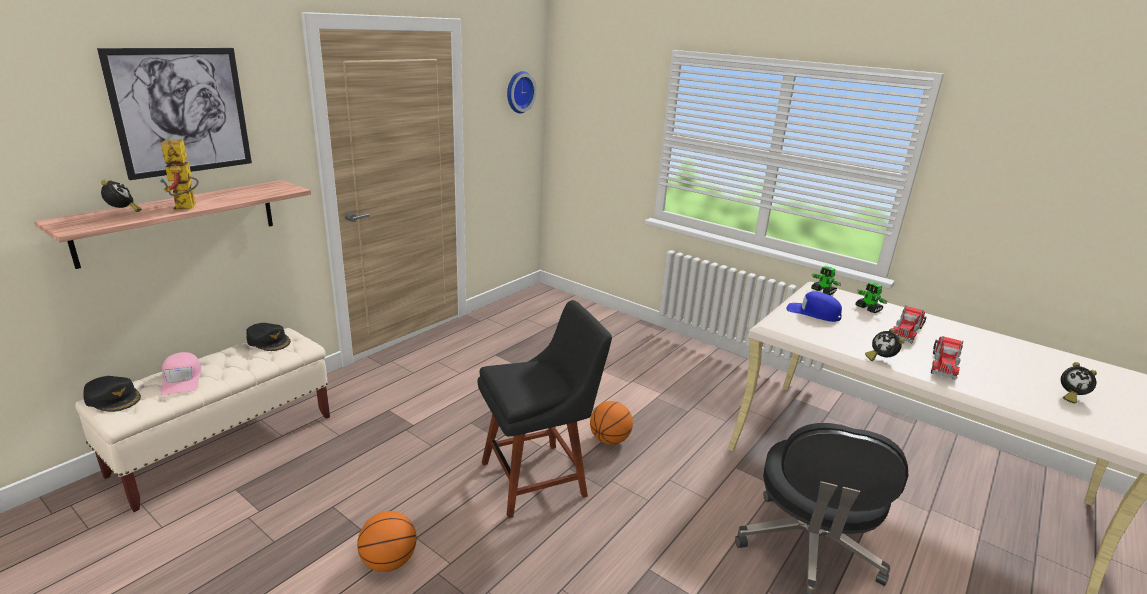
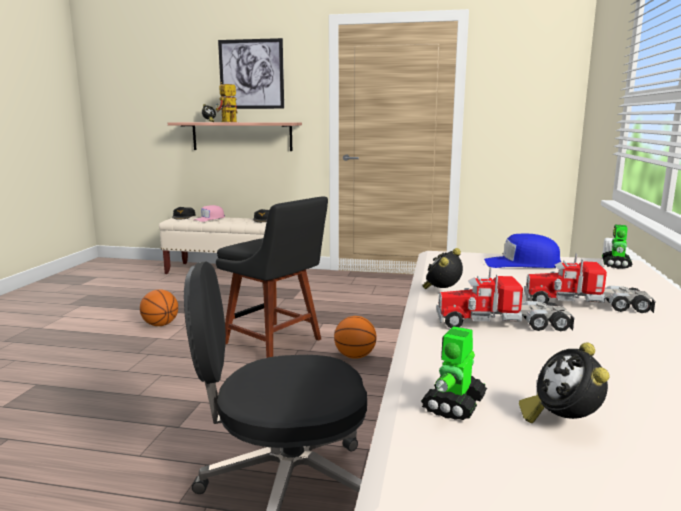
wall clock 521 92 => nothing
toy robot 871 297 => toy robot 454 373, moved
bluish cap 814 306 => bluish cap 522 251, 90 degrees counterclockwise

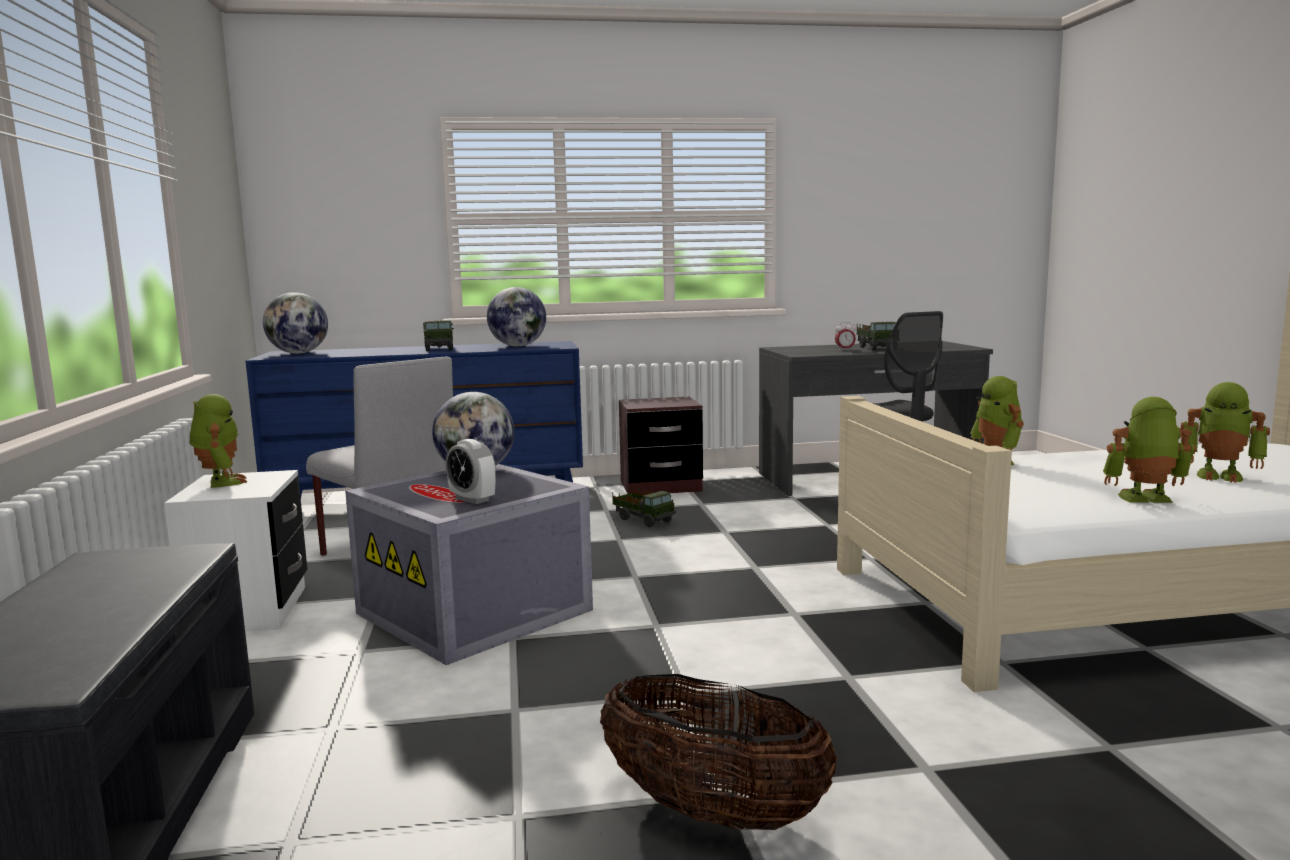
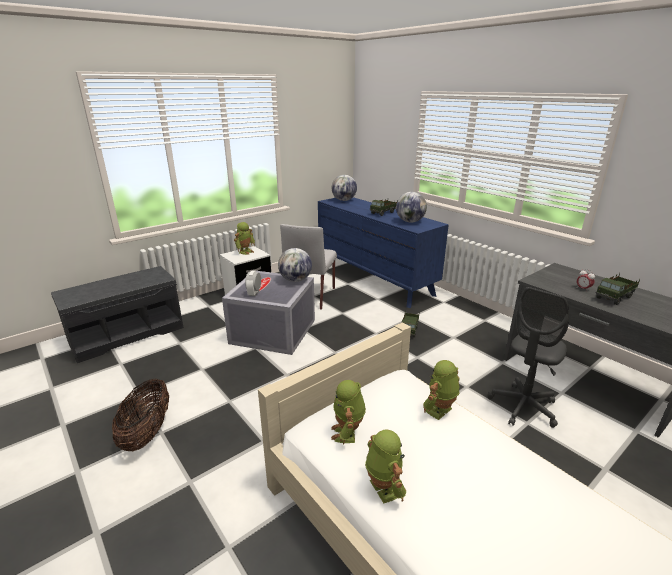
brown-coloured bedside table 661 445 => nothing
toy robot 1225 432 => toy robot 348 412, moved

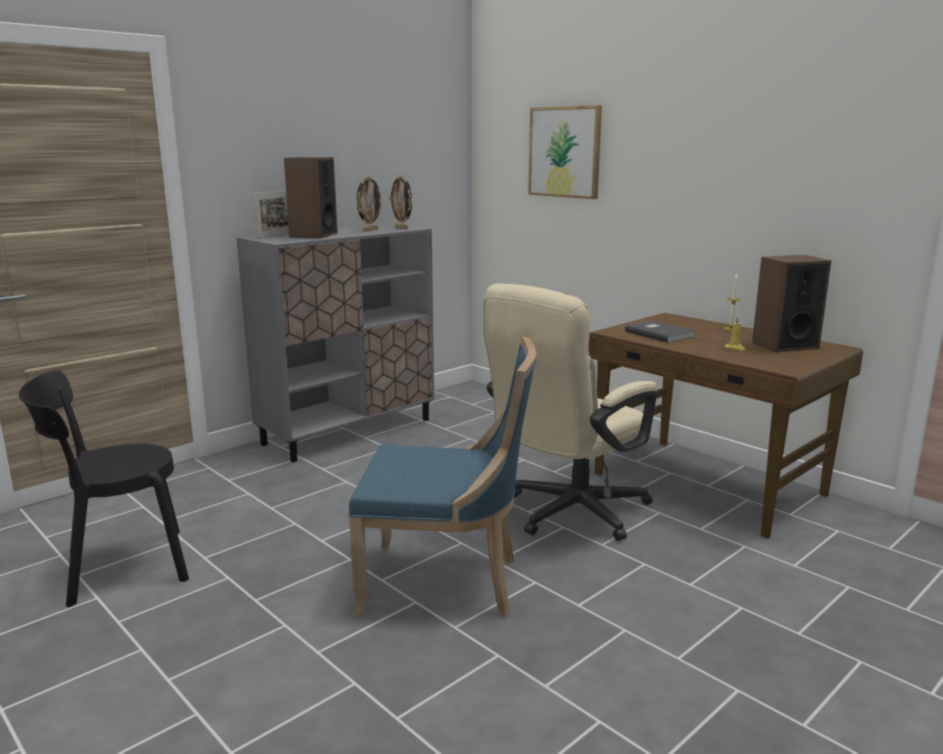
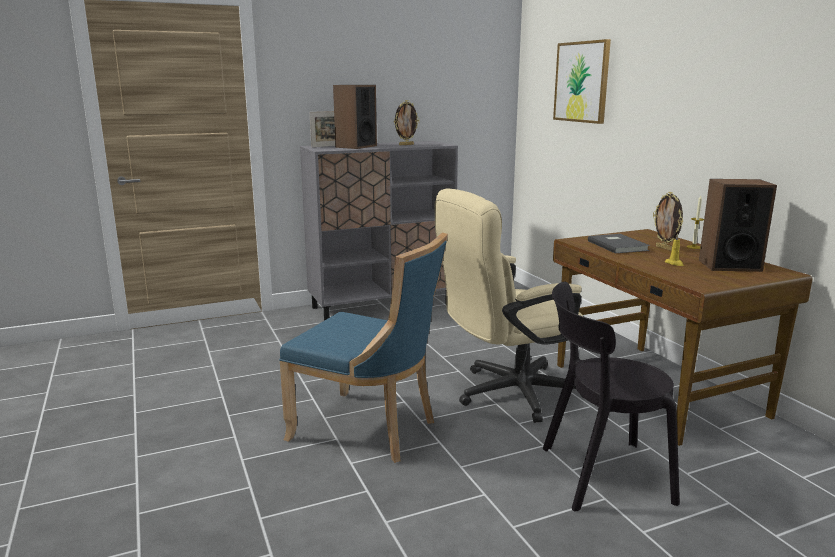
black-coloured upright chair 104 488 => black-coloured upright chair 611 397, moved
photo frame 401 202 => photo frame 668 221, moved

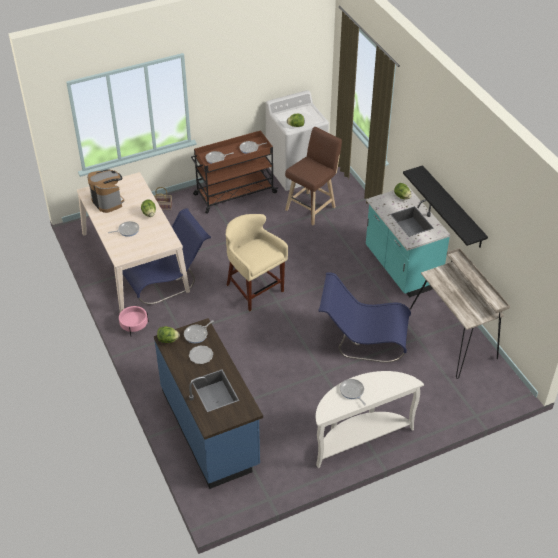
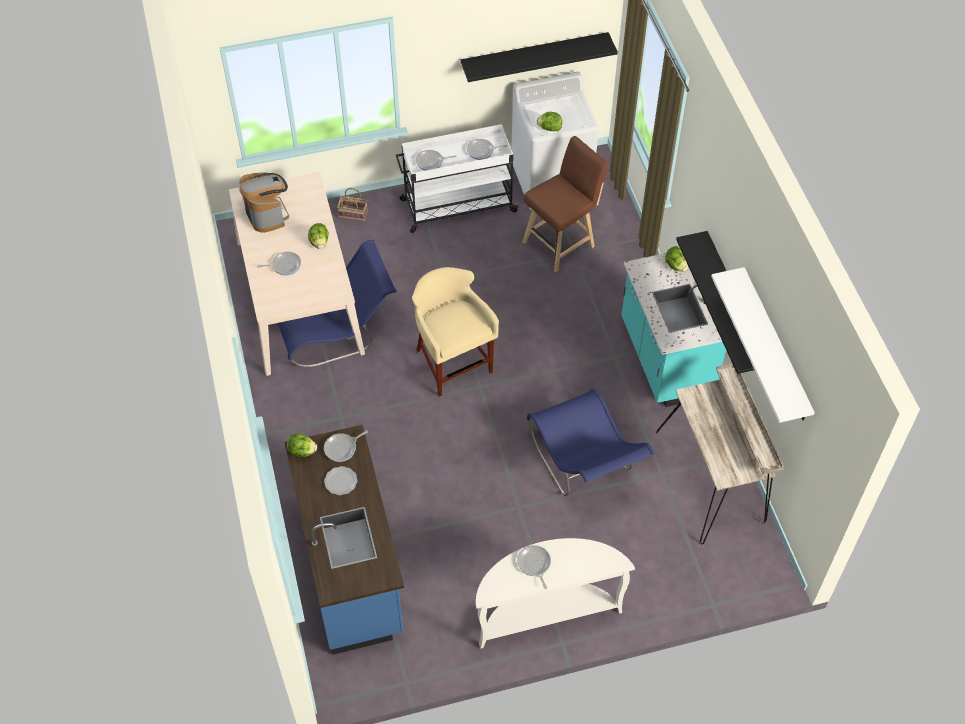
pinkish planter 134 320 => nothing
nothing => black-coloured wall shelf 539 57
nothing => white-coloured wall shelf 763 345
brown-coloured cart 234 172 => white-coloured cart 457 178
bluish upright chair 364 317 => bluish upright chair 591 442, 135 degrees counterclockwise

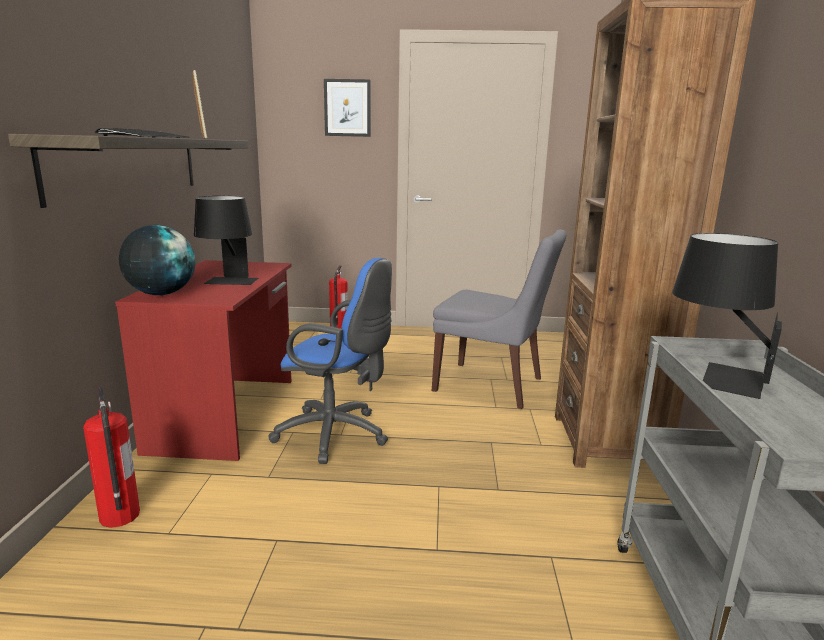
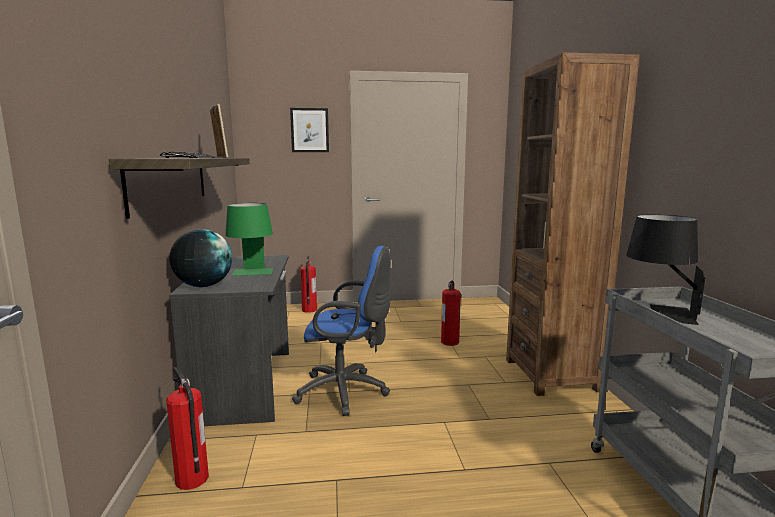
gray upright chair 499 319 => fire-fighting cylinder 451 313
red-coloured desk table 203 360 => gray desk table 229 340
black-coloured lamp for a table 226 240 => green lamp for a table 249 239

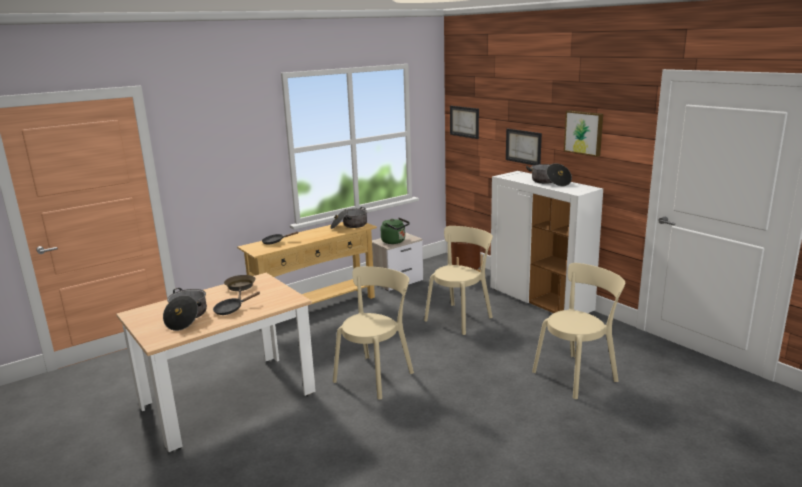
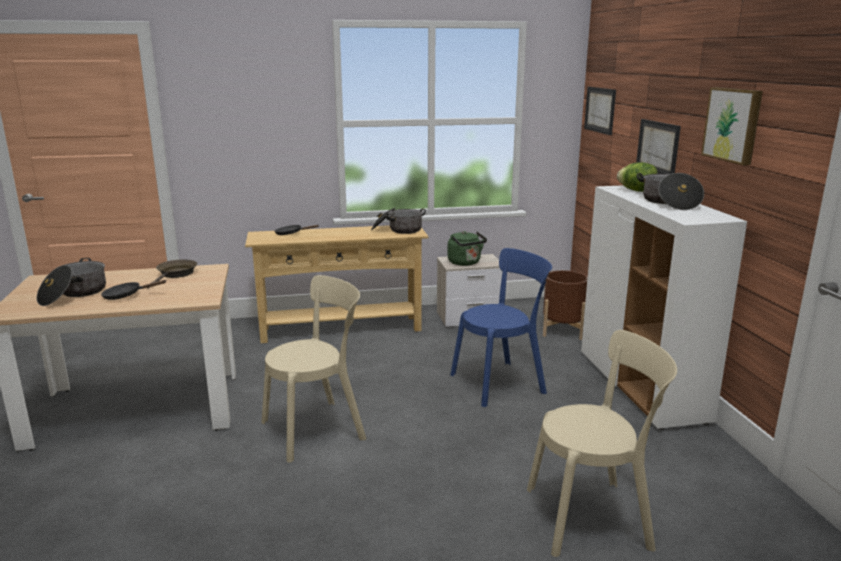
nothing => lettuce head 637 177
beige upright chair 458 280 => bluish upright chair 501 327

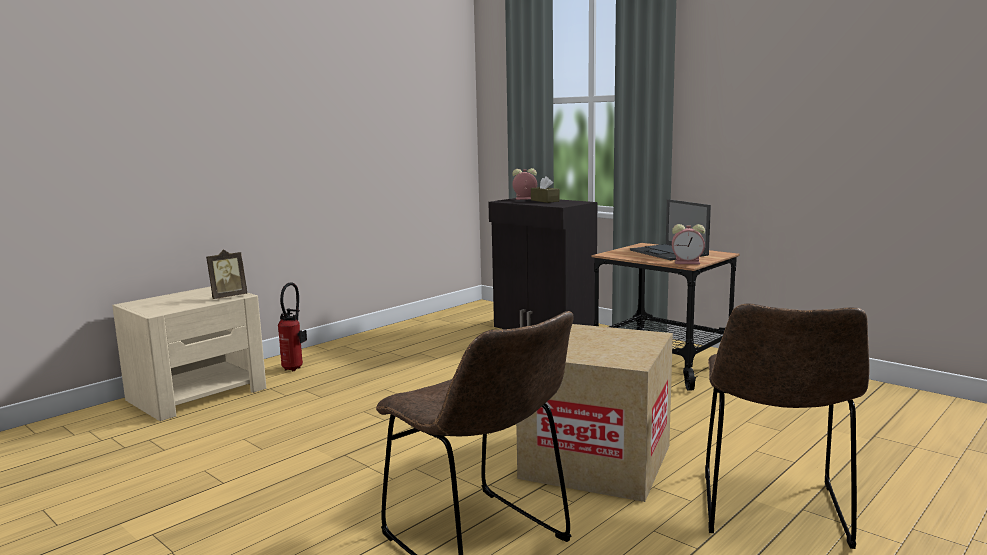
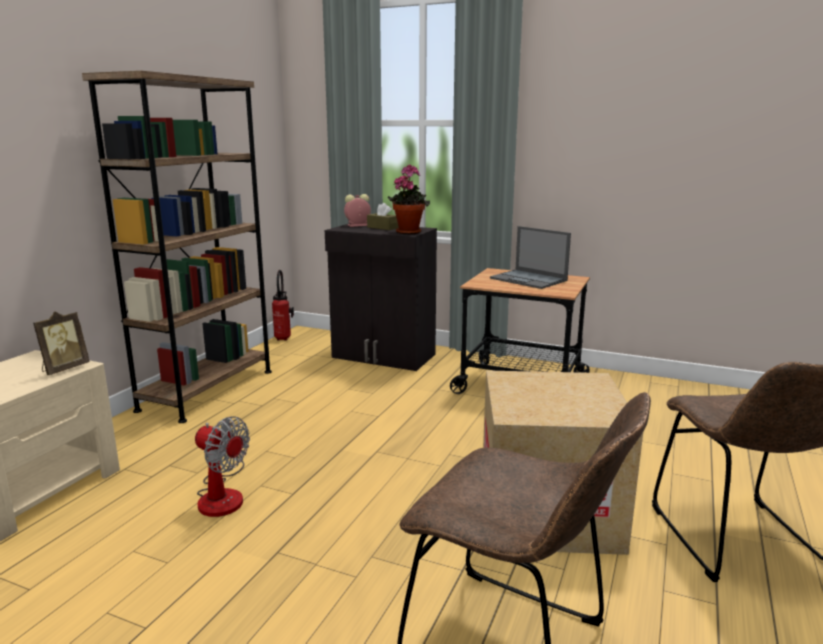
table clock 688 244 => nothing
nothing => brown-coloured shelving unit 177 247
nothing => cooling fan 222 466
nothing => houseplant 409 199
fire-fighting cylinder 292 326 => fire-fighting cylinder 283 305, moved

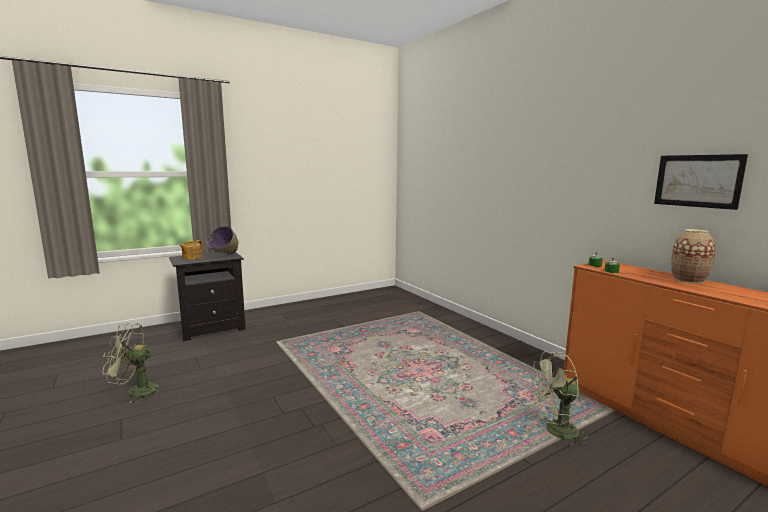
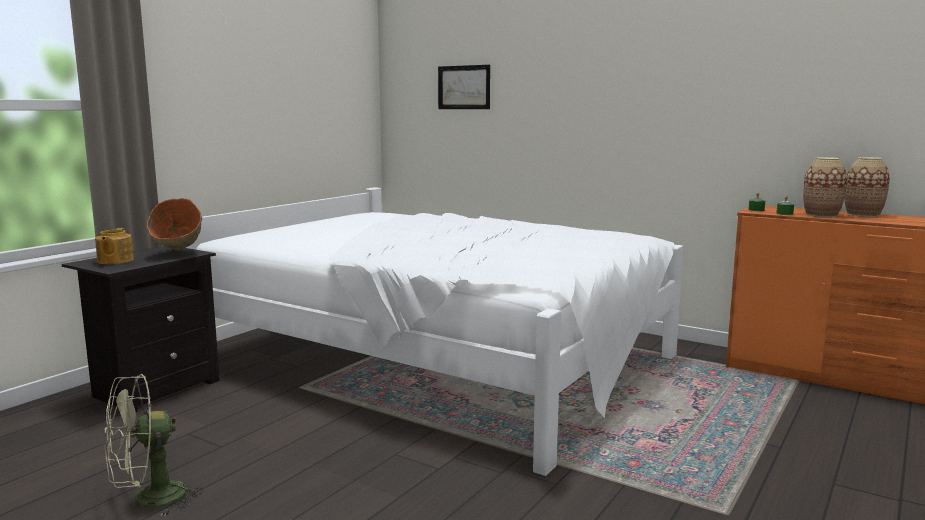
green cooling fan 559 399 => nothing
nothing => white-coloured bed 435 331
nothing => vase 825 187
picture 701 182 => picture 464 87, moved
purple-coloured serving bowl 223 240 => orange-coloured serving bowl 174 224

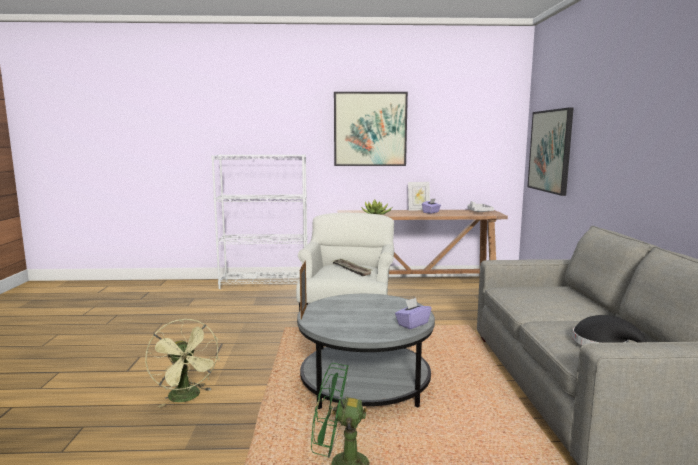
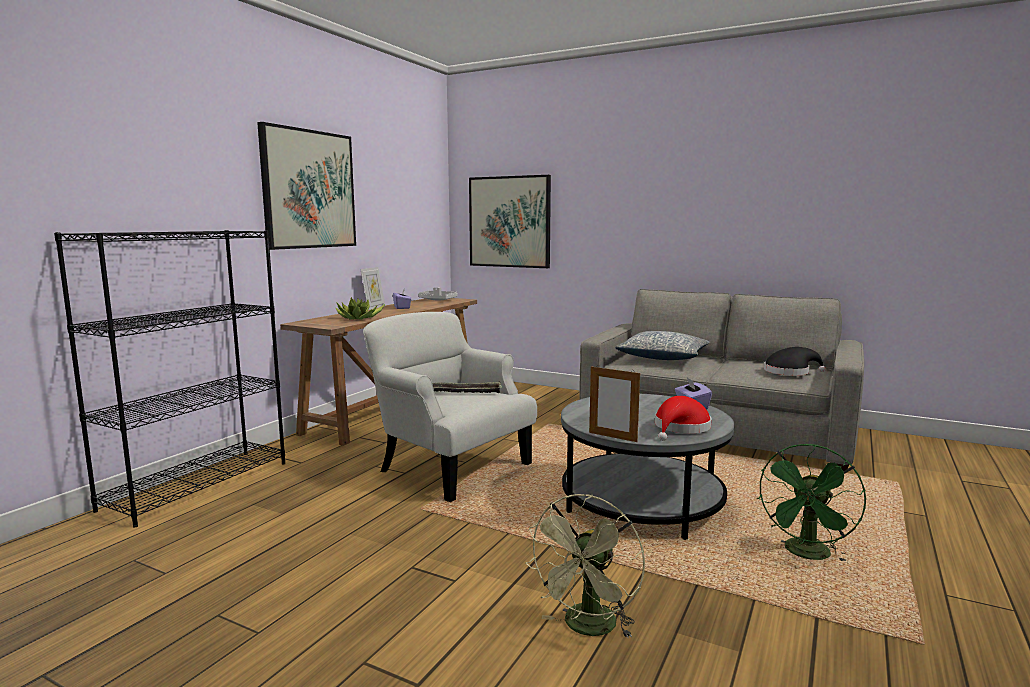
nothing => pillow 662 345
nothing => red-coloured wearable hat 683 418
white-coloured shelving unit 259 221 => black-coloured shelving unit 169 379
green cooling fan 182 363 => green cooling fan 585 566, 120 degrees clockwise

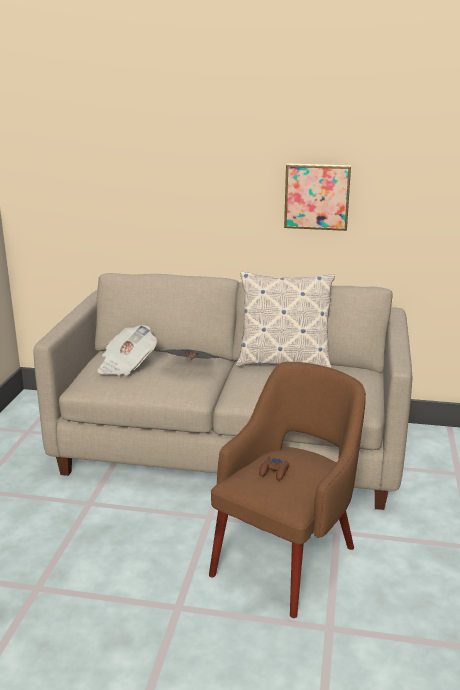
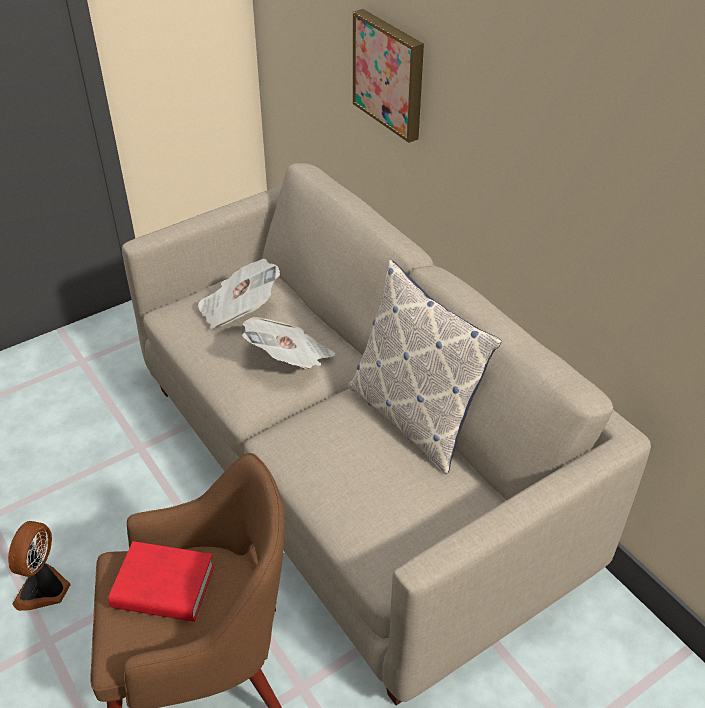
nothing => cooling fan 39 566
picture 317 197 => picture 388 76, moved
brown-coloured game controller 274 468 => red-coloured bound book 161 581

